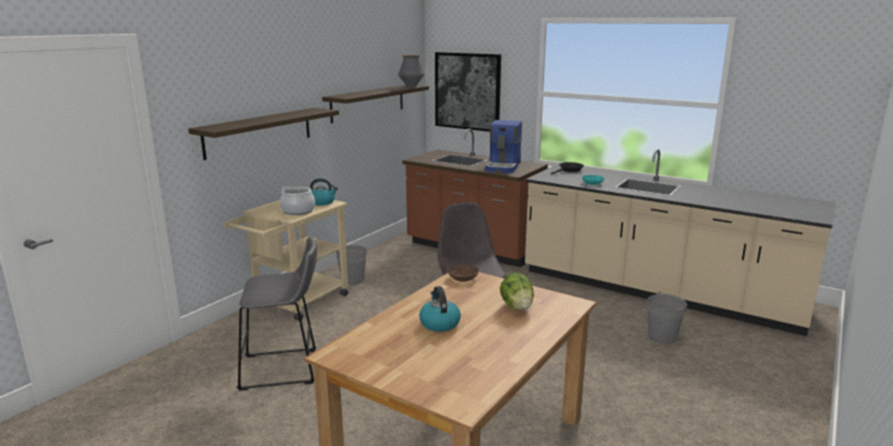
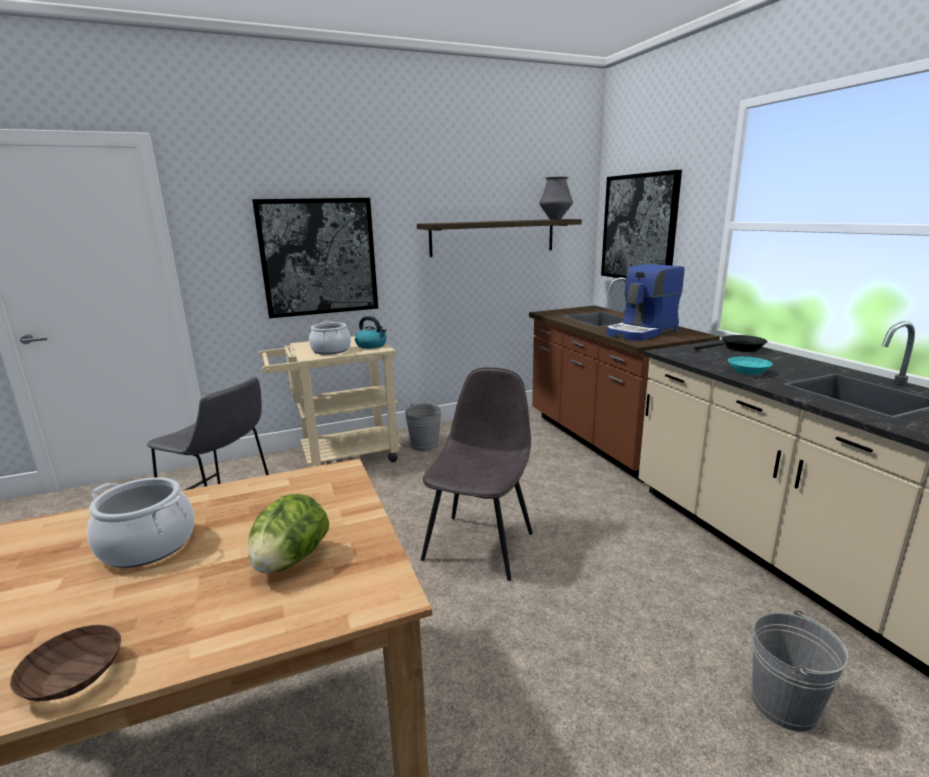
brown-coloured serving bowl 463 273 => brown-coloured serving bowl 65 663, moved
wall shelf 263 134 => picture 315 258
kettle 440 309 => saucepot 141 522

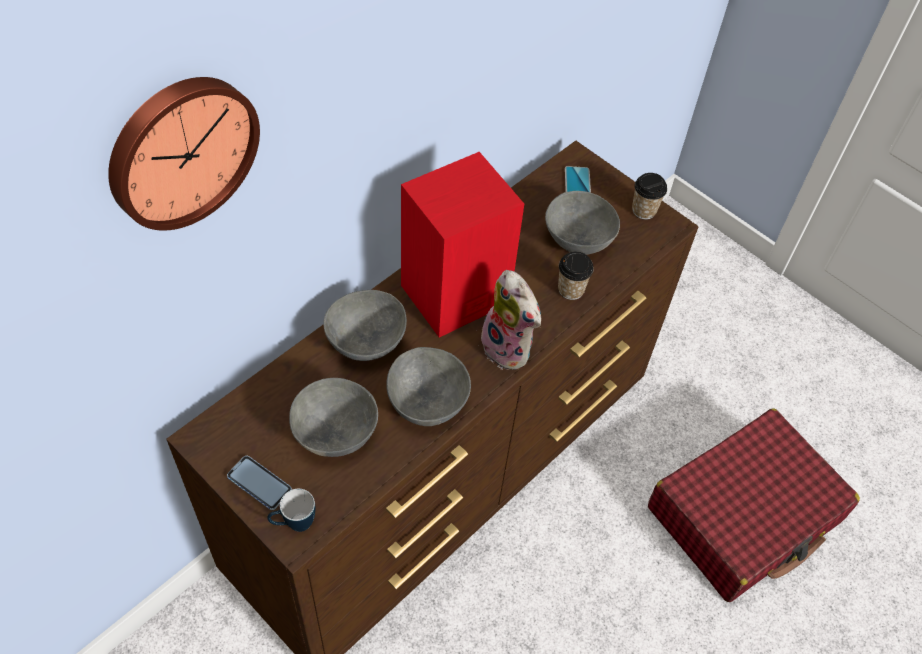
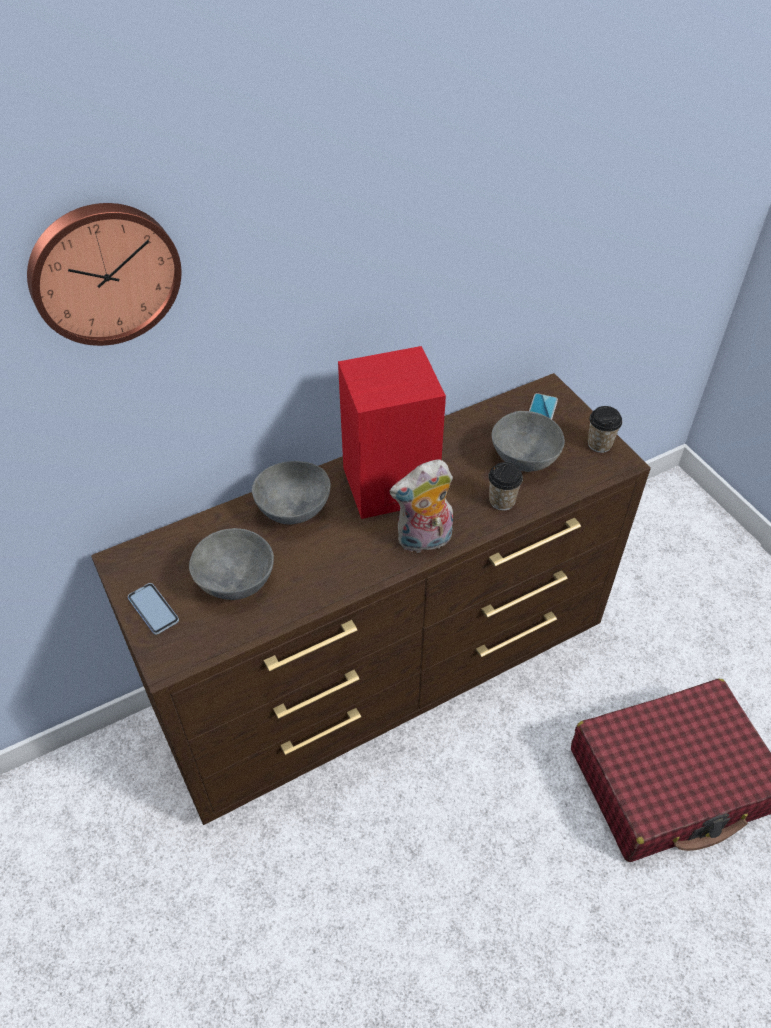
tea mug 291 510 => nothing
gray serving bowl 428 386 => nothing
cuddly toy 511 320 => cuddly toy 421 506, 90 degrees clockwise

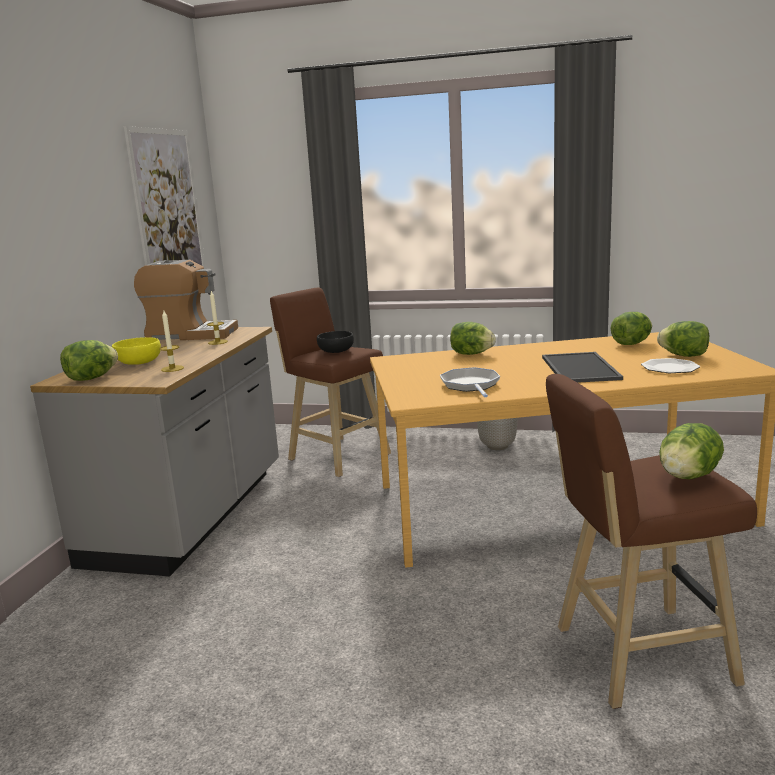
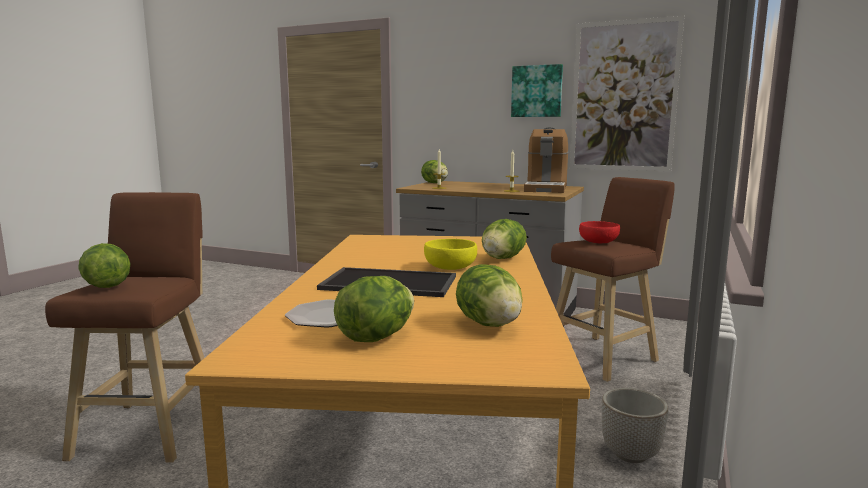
skillet 470 382 => nothing
nothing => picture 537 90
yellow serving bowl 136 351 => yellow serving bowl 450 254, moved
black-coloured serving bowl 335 342 => red-coloured serving bowl 599 232

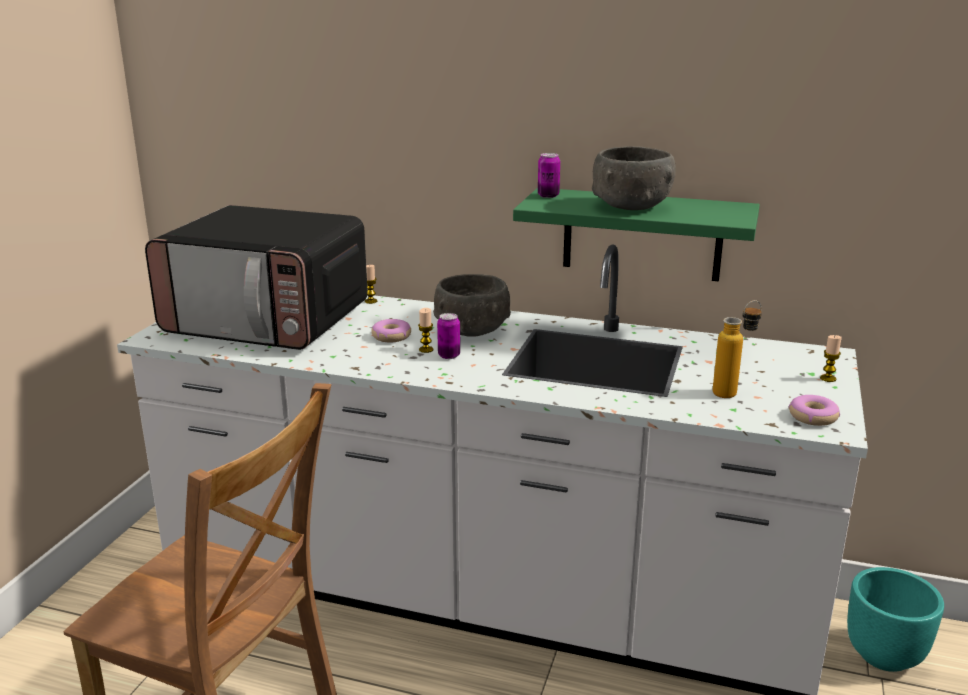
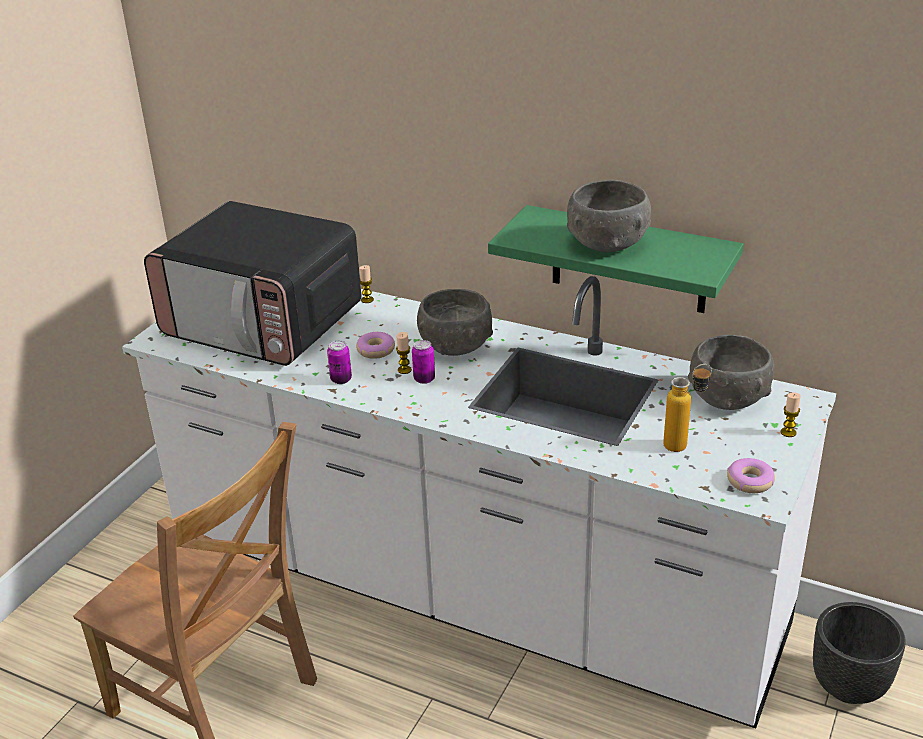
nothing => gray serving bowl 731 372
metal can 549 175 => metal can 339 362, moved
turquoise planter 895 619 => black-coloured planter 859 653

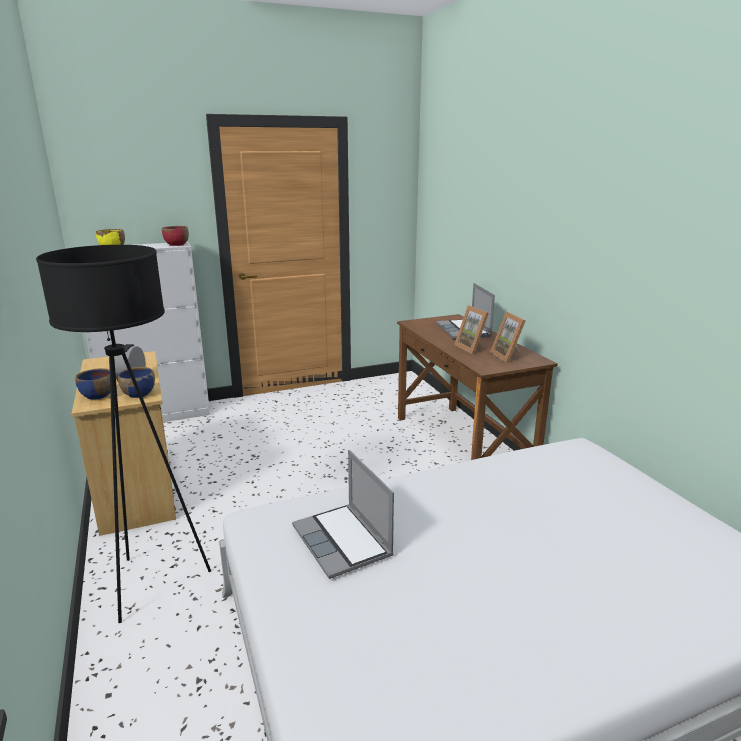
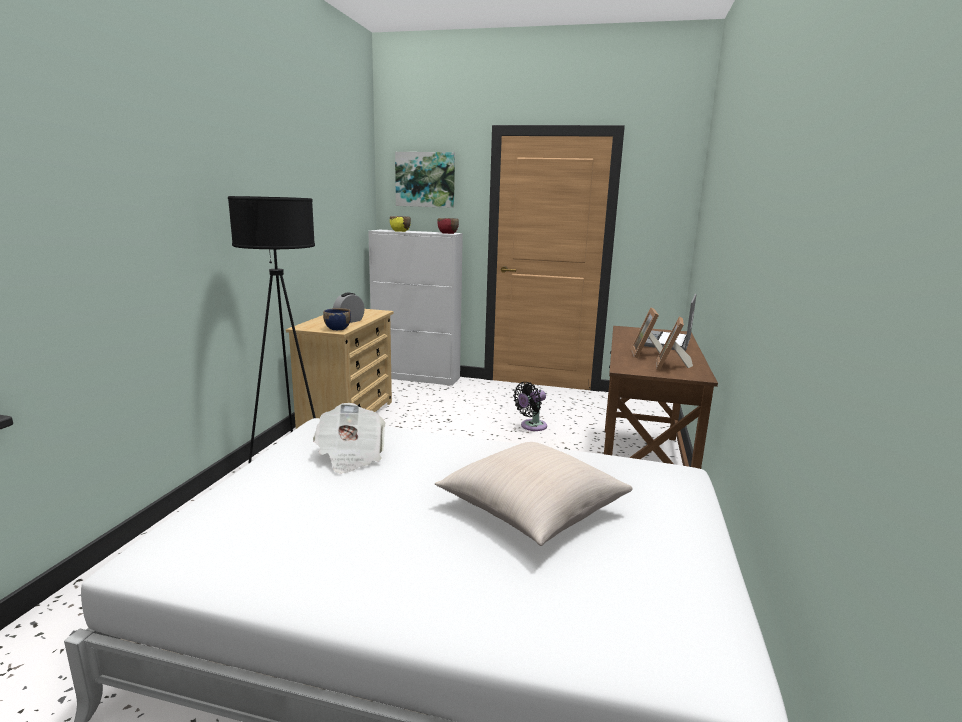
bluish serving bowl 92 384 => nothing
nothing => picture 425 180
nothing => beige pillow 534 494
nothing => black-coloured cooling fan 530 406
laptop 343 514 => printed paper 349 438

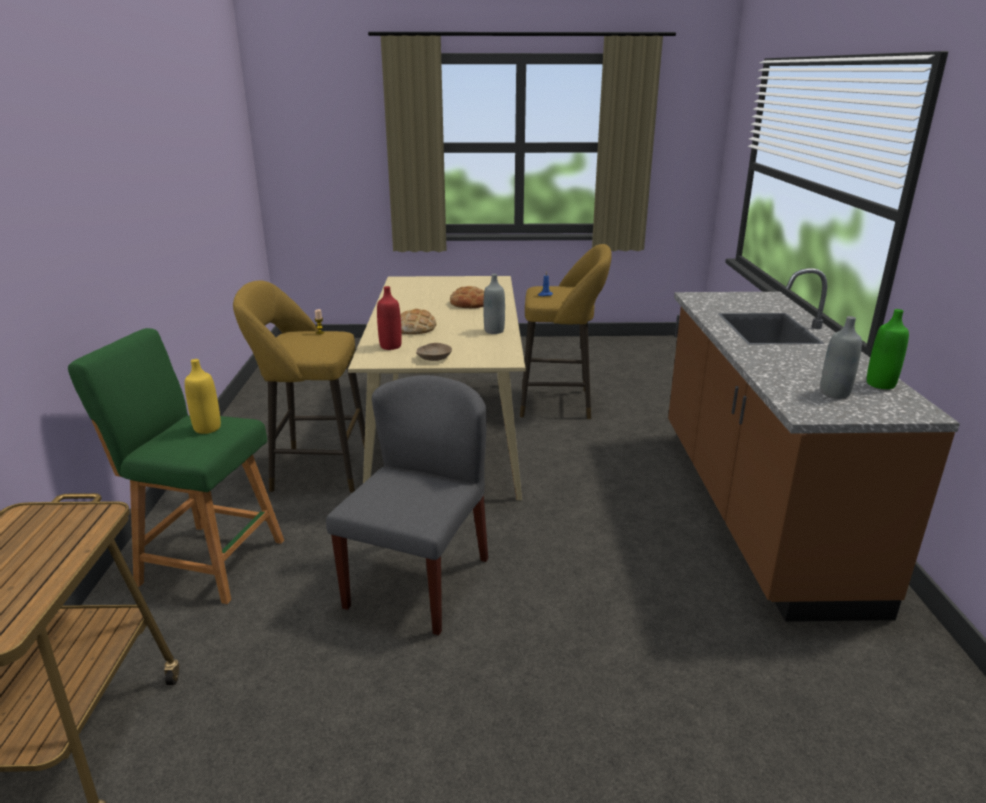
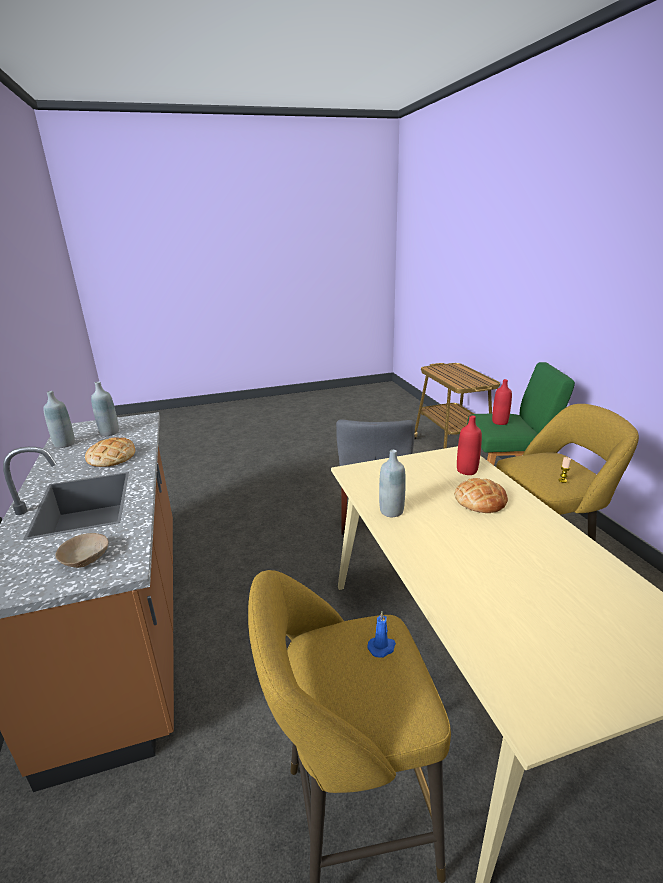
beige serving bowl 434 352 => beige serving bowl 82 550, moved
baked bread 467 297 => baked bread 110 452, moved
yellow beverage bottle 203 396 => red-coloured beverage bottle 502 402
green beverage bottle 888 349 => gray beverage bottle 59 419

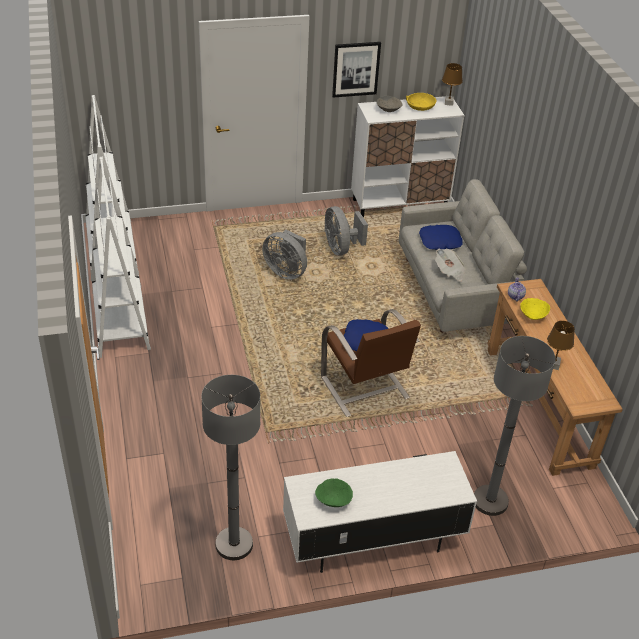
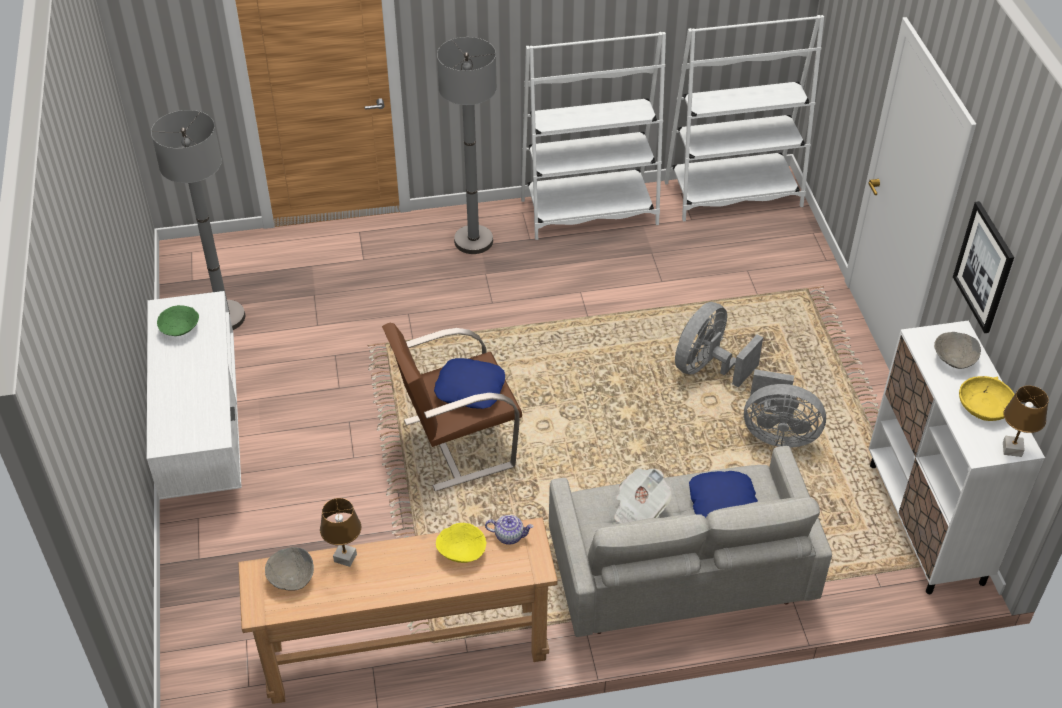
nothing => gray serving bowl 289 569
gray standing lamp 515 426 => gray standing lamp 467 145, moved
gray cooling fan 346 231 => gray cooling fan 785 408, 150 degrees counterclockwise

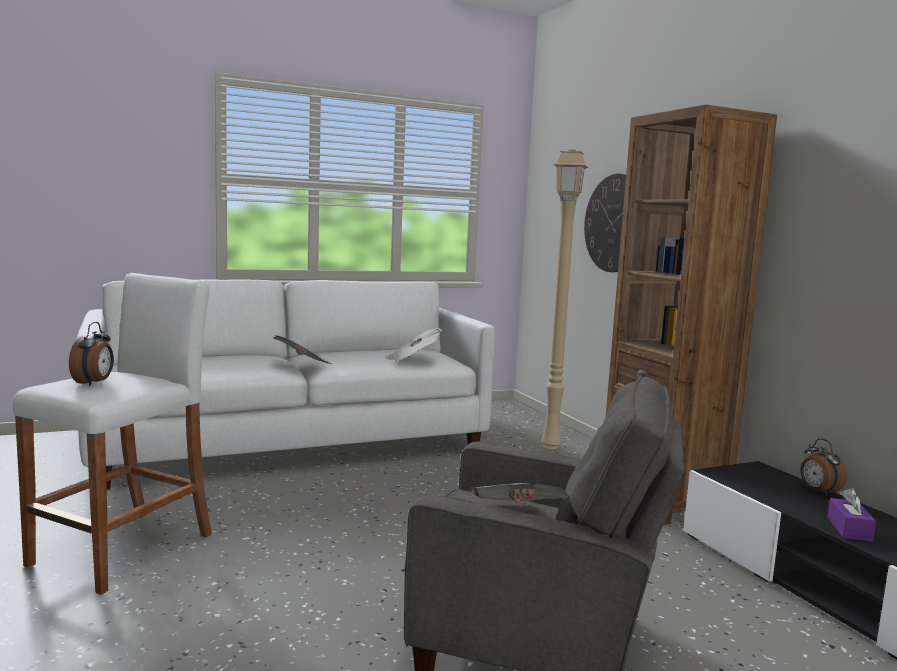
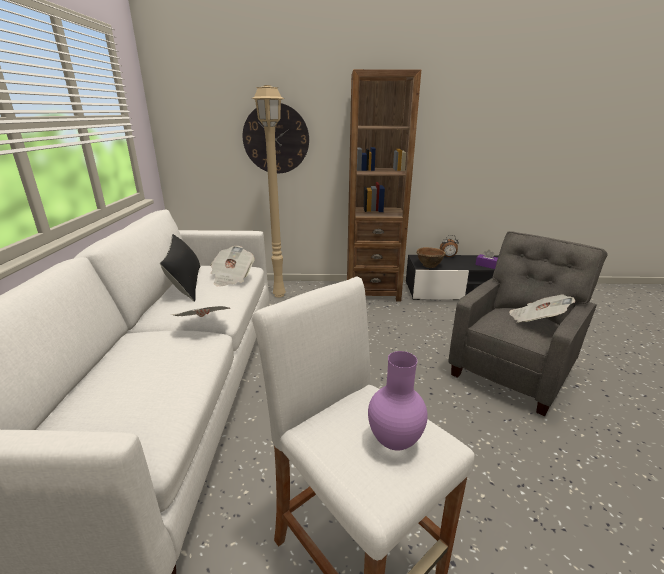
nothing => black-coloured pillow 180 268
nothing => brown-coloured serving bowl 431 257
table clock 91 354 => purple-coloured vase 398 400

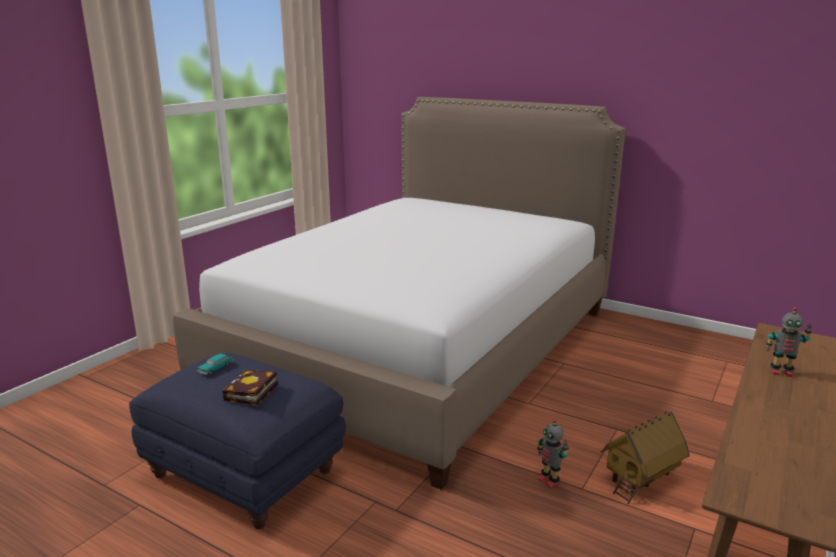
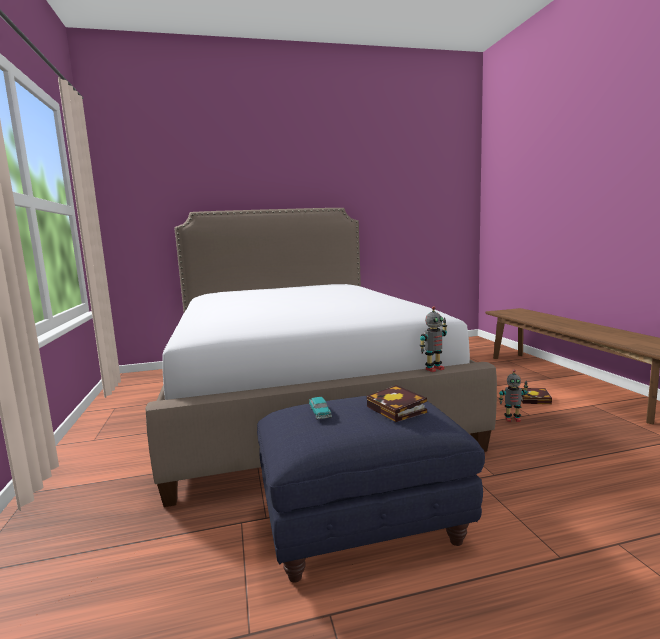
toy robot 788 342 => toy robot 433 339, moved
model house 645 457 => bound book 536 396

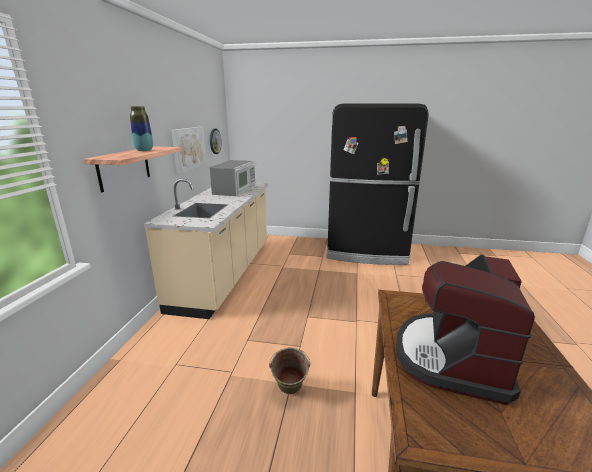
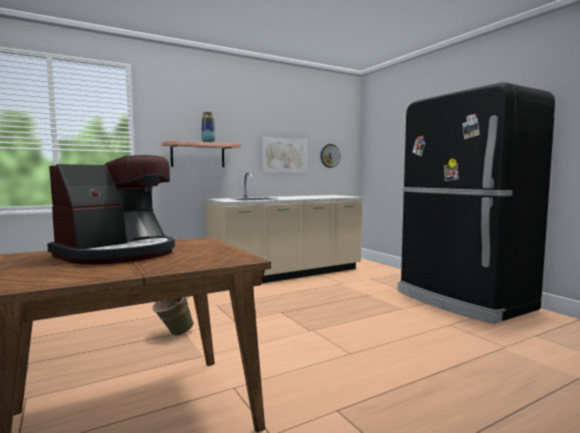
microwave 232 178 => nothing
coffee brewer 465 329 => coffee brewer 111 210, 150 degrees clockwise

